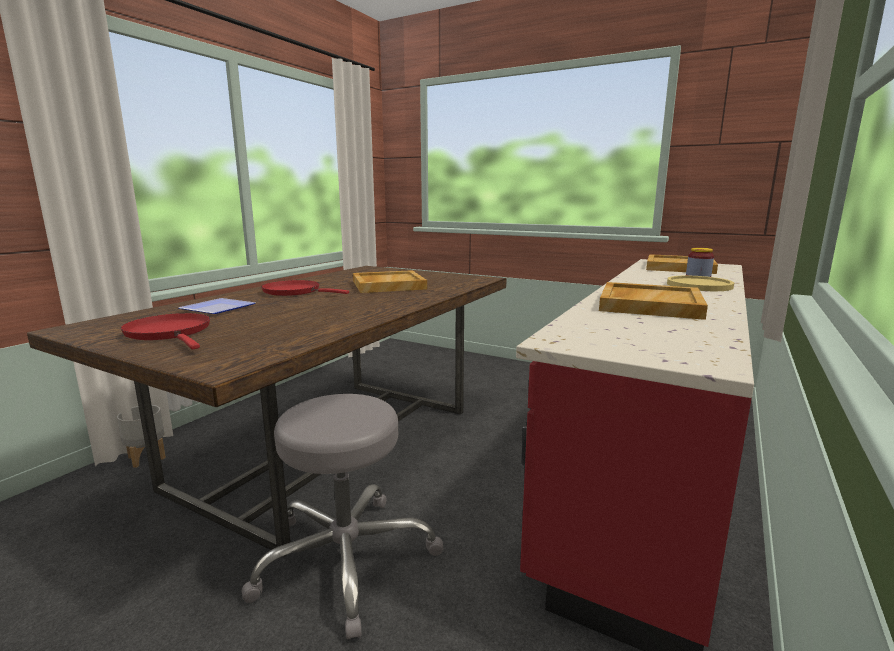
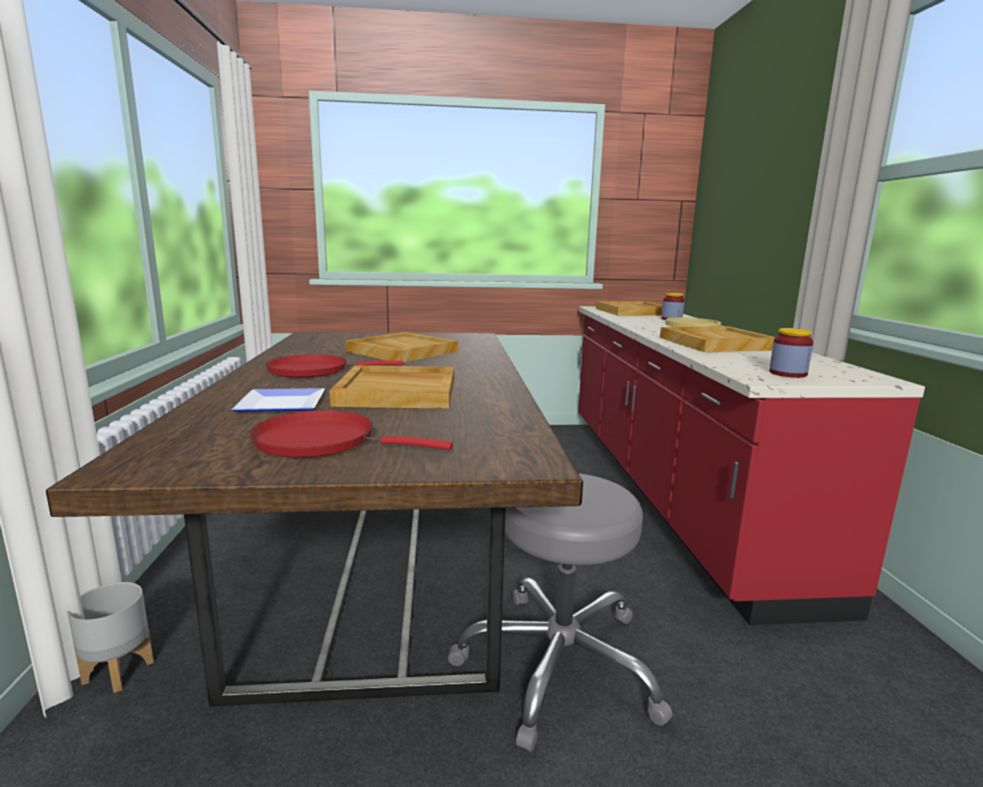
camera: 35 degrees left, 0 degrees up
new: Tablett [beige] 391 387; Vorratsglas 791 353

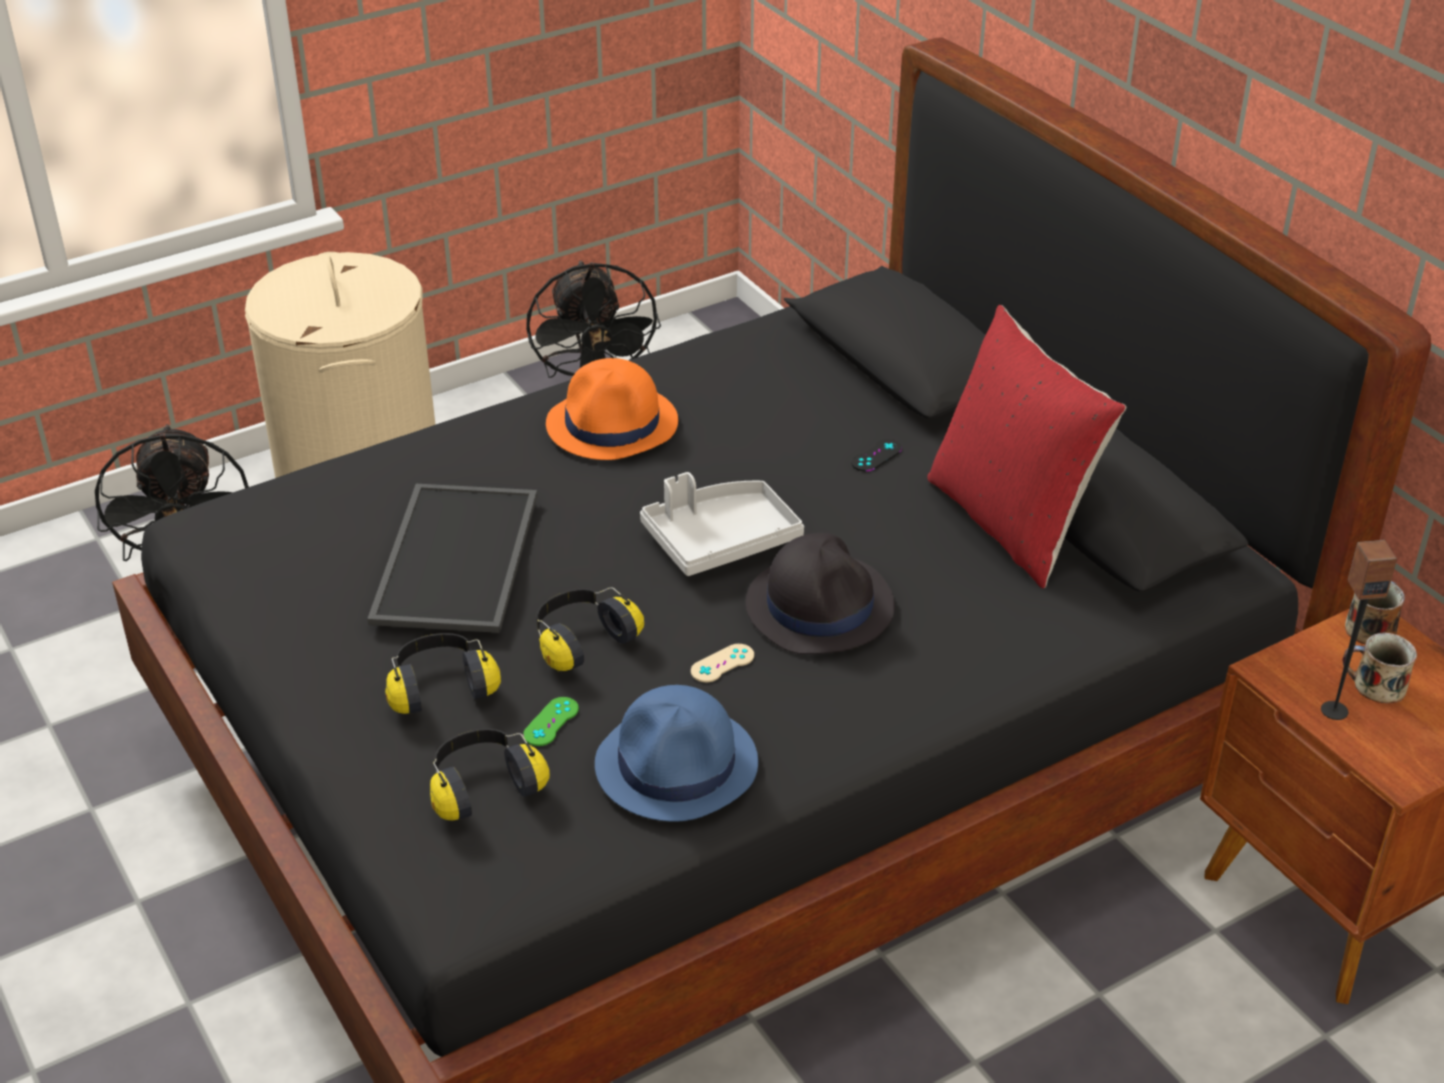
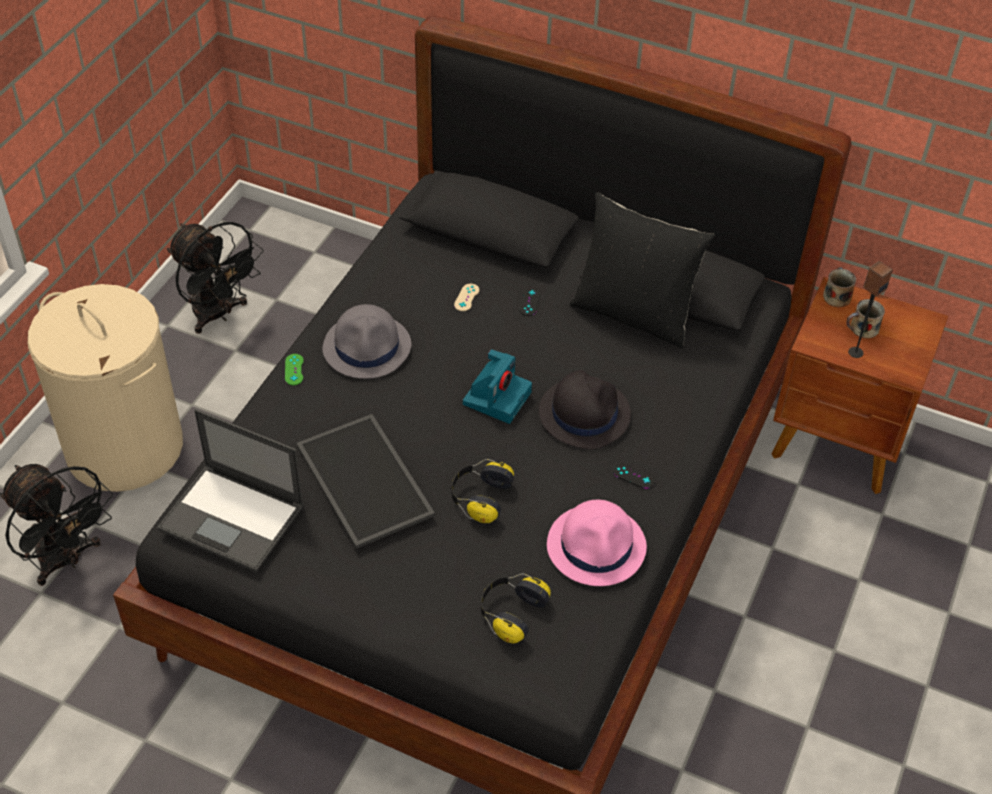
camera: 35 degrees left, 10 degrees up
gone: Kopfhörer 443 673
new: Laptop 230 490; Gamepad [schwarz] 634 476
shifted: Gamepad [grün] 551 721 to 294 369; Gamepad [beige] 722 663 to 466 297
swapped: Tablett [grau] 722 524 to Kamera 497 386
repainted: Hut [orange] 612 409 to Hut [grau] 366 341; Hut [blau] 676 753 to Hut [rosa] 597 542; Kissen [rot] 1026 446 to Kissen [schwarz] 642 270

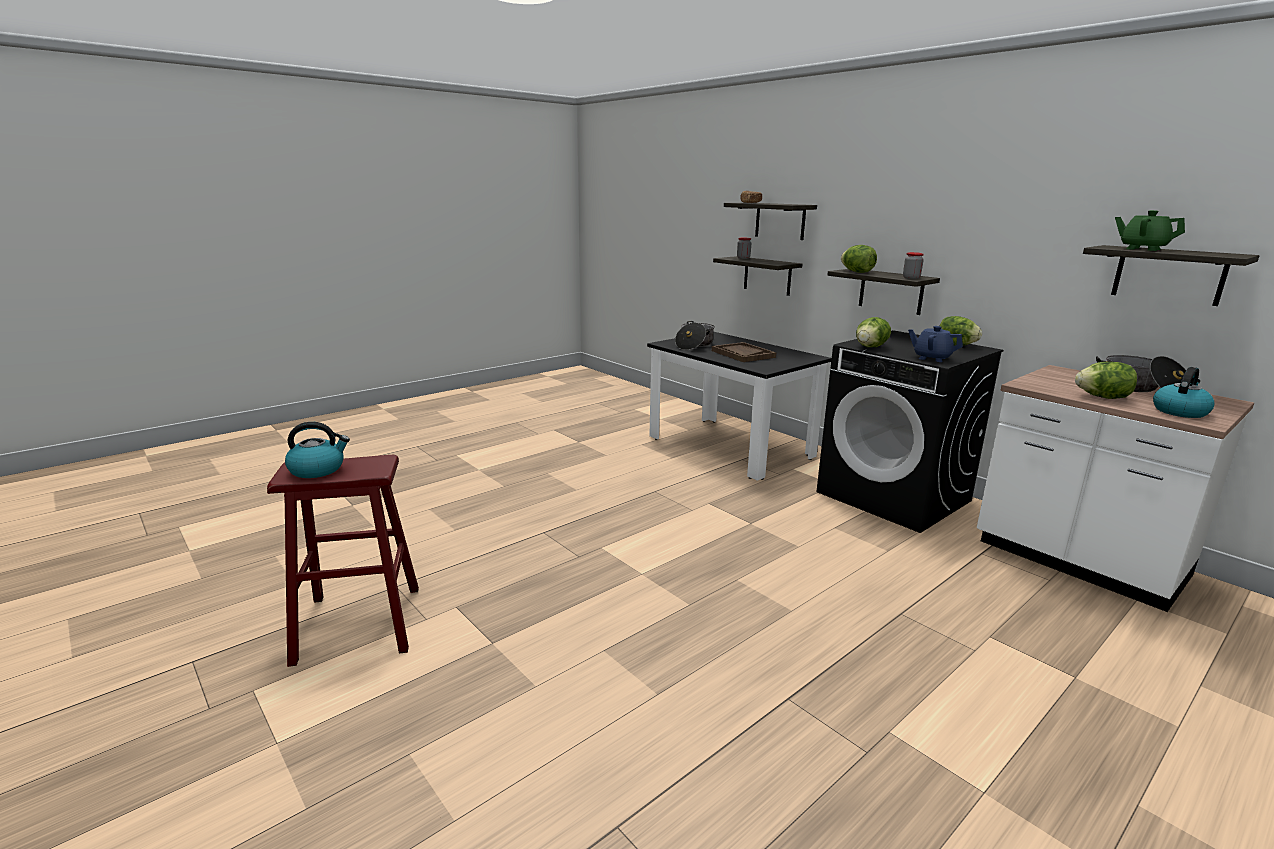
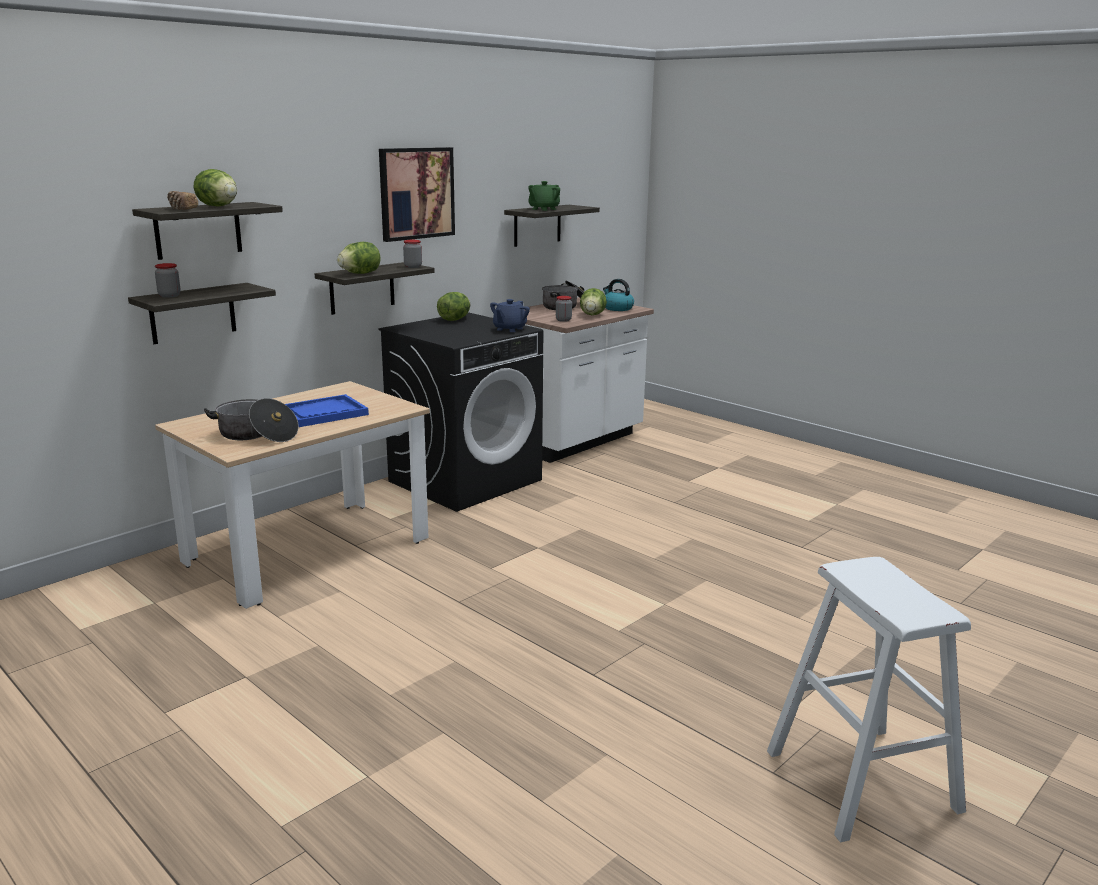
camera: 95 degrees left, 0 degrees up
gone: Wasserkessel 317 450
new: Bild 417 194; Vorratsglas 564 309
shifted: Salatkopf 873 332 to 215 188
repainted: Esstisch [schwarz] 739 406 to Esstisch [beige] 292 495; Tablett [braun] 744 352 to Tablett [blau] 327 410; Hocker [rot] 343 561 to Hocker [weiß] 869 700

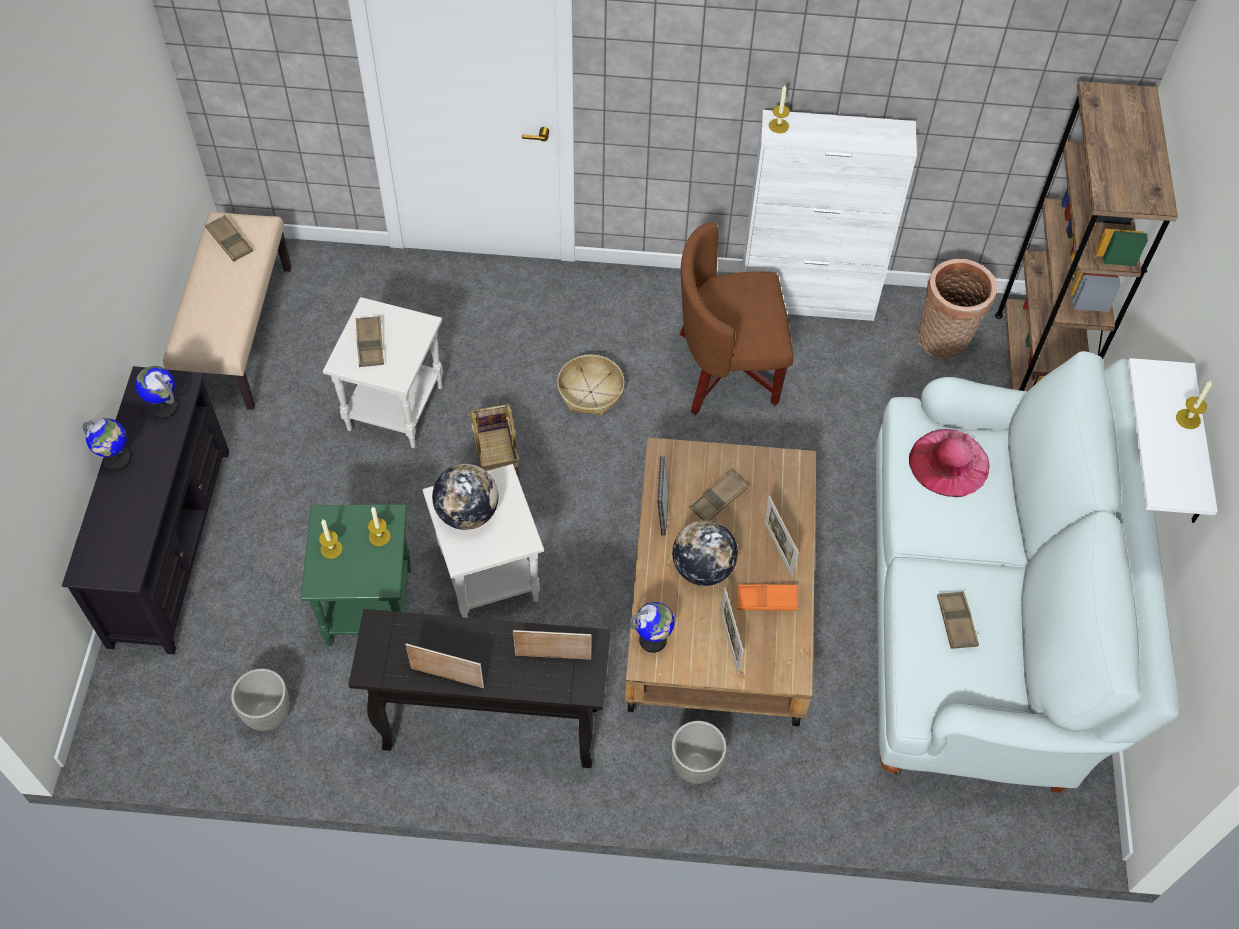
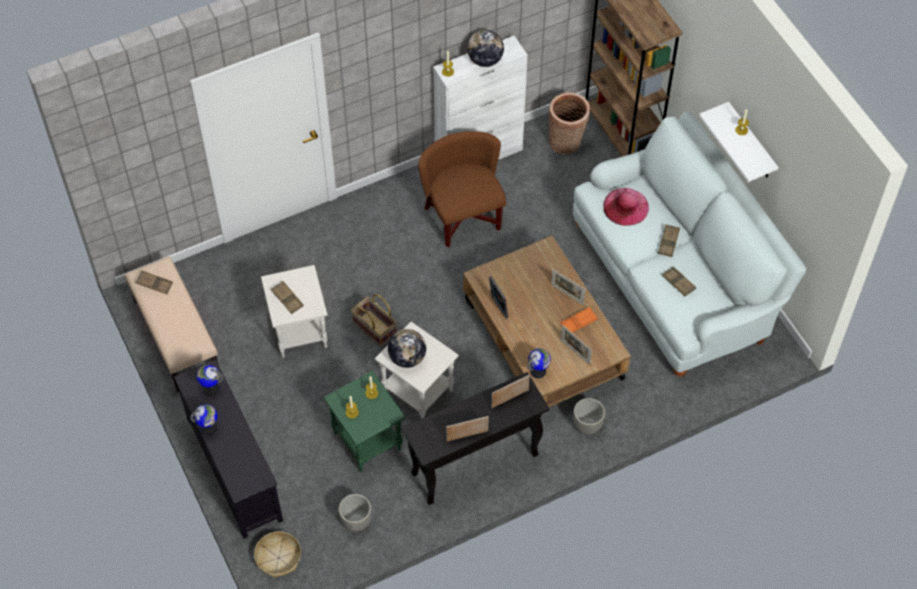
camera: 30 degrees left, 0 degrees up
shifted: Korb 591 385 to 277 554; Globus 705 553 to 485 48; Tablett [braun] 718 495 to 669 240
rotated: Sessel [braun] 736 318 = 462 189 105 degrees clockwise

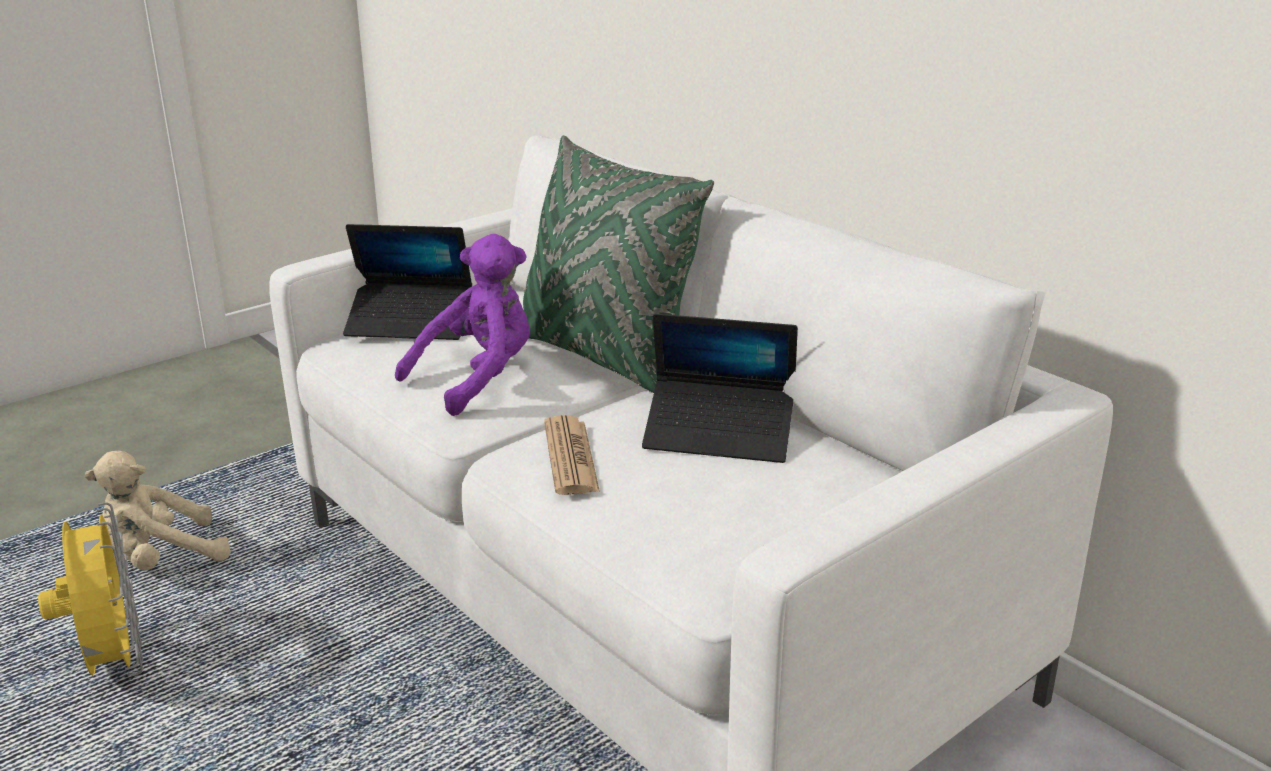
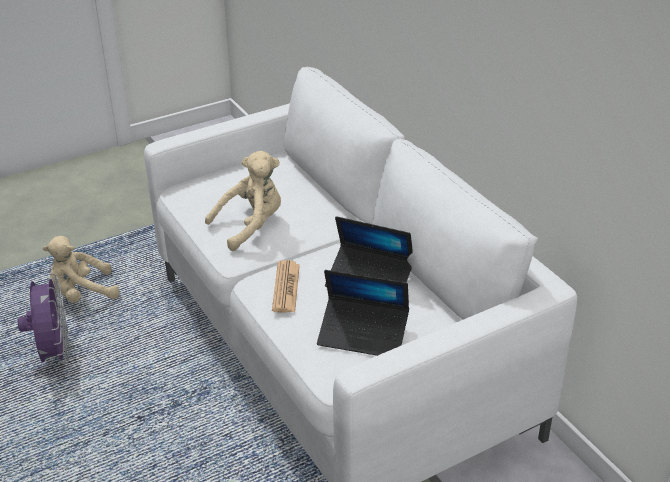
camera: 10 degrees right, 10 degrees up
gone: Kissen [grün] 618 264
shifted: Laptop 407 282 to 363 313
repainted: Ventilator [gelb] 90 589 to Ventilator [lila] 44 318; Plüschtier [lila] 462 325 to Plüschtier [beige] 243 201

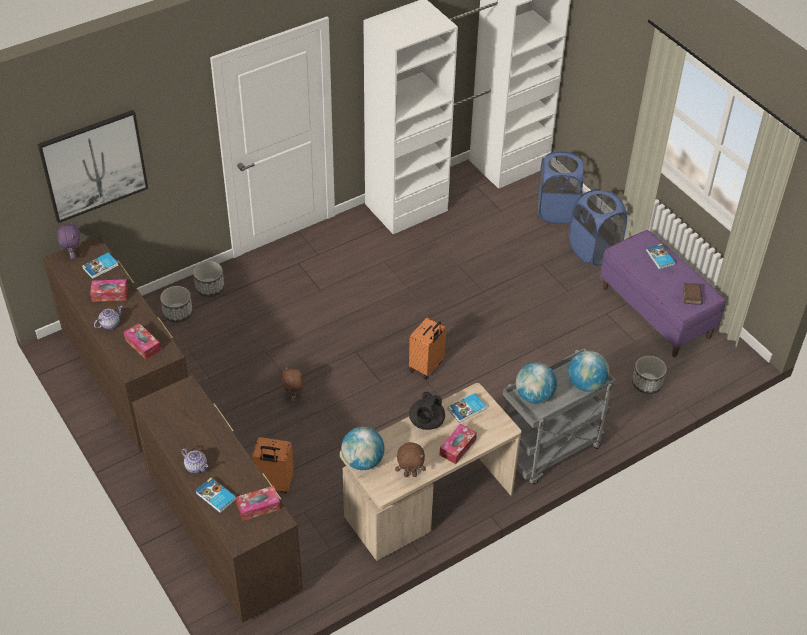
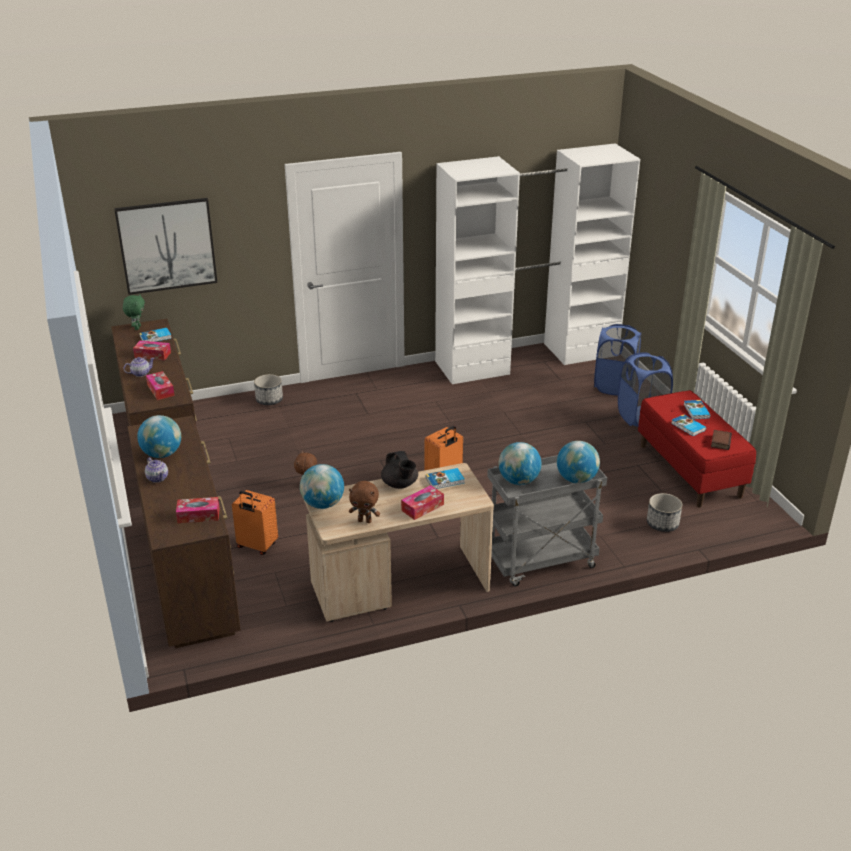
camera: 15 degrees right, 15 degrees down
gone: Pflanzkübel 176 304
new: Globus 159 436
shifted: Buch 215 495 to 688 425
repainted: Plüschtier [lila] 68 240 to Plüschtier [grün] 134 312; Bank [lila] 663 293 to Bank [rot] 697 449
rotated: Teekanne [schwarz] 427 411 = 399 470 60 degrees counterclockwise

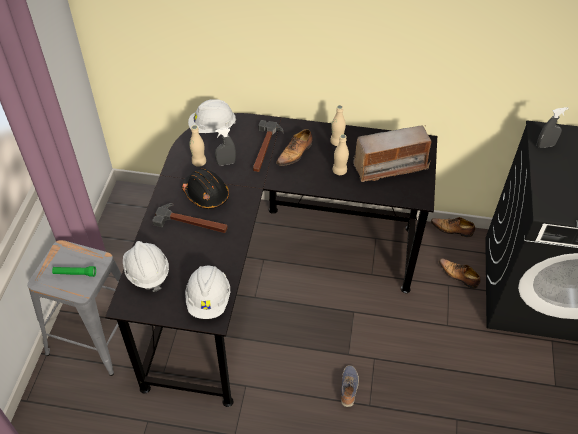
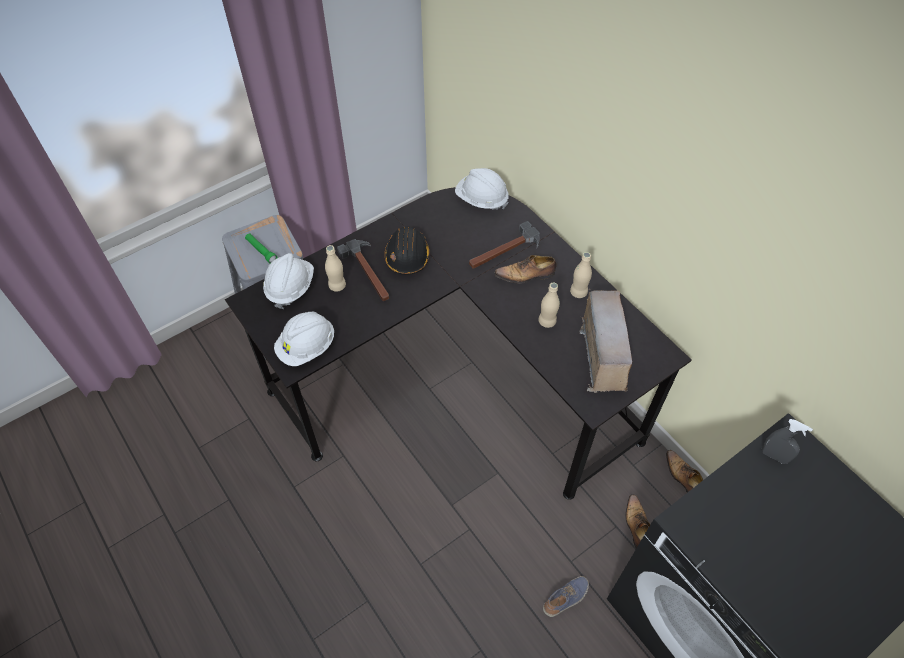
camera: 45 degrees right, 5 degrees up
gone: Sprühflasche [grau] 225 147
shifted: Flasche [beige] 197 146 to 335 268; Schuh 350 386 to 566 596
rotated: Radio 392 154 = 605 340 120 degrees counterclockwise

